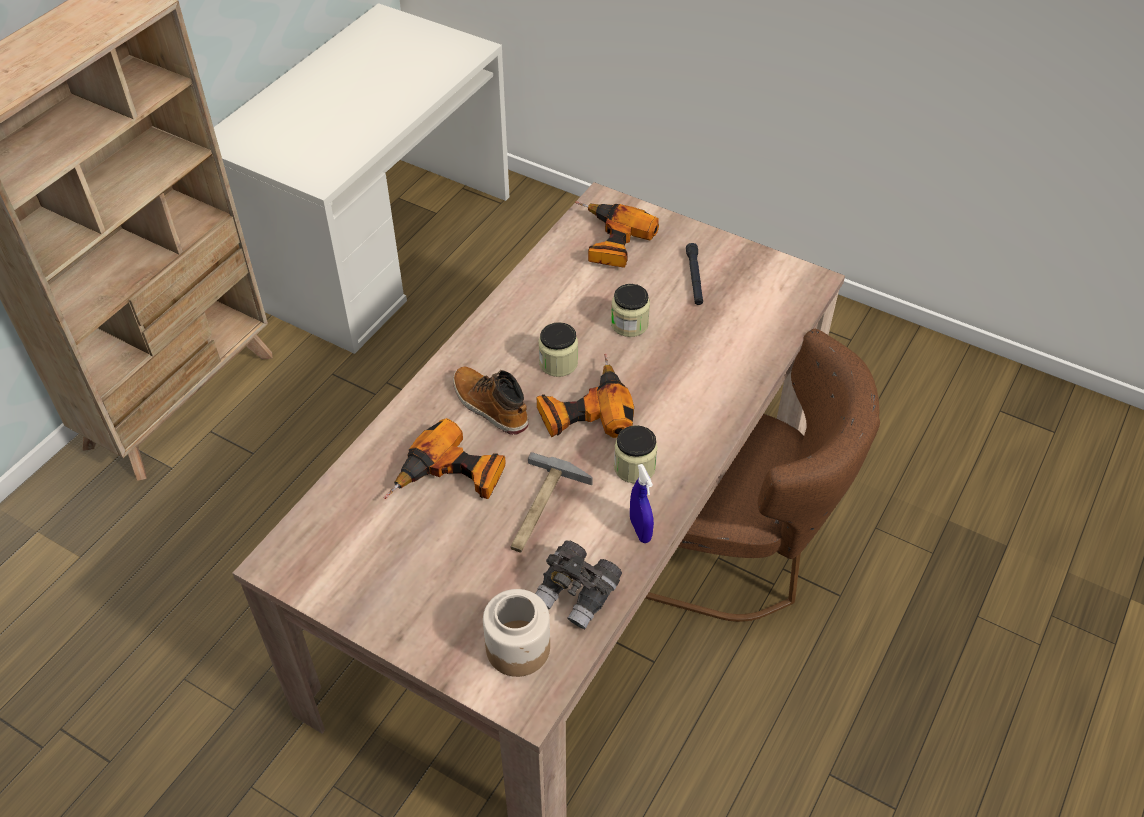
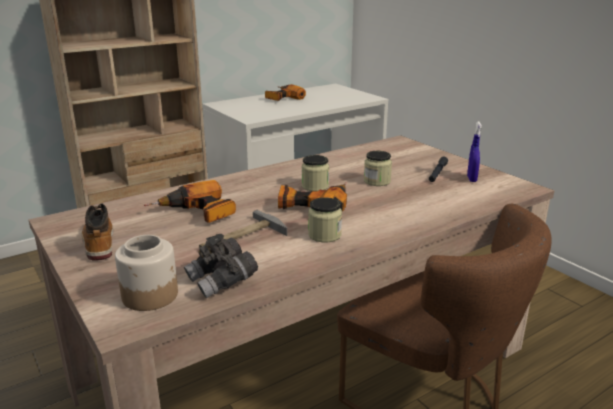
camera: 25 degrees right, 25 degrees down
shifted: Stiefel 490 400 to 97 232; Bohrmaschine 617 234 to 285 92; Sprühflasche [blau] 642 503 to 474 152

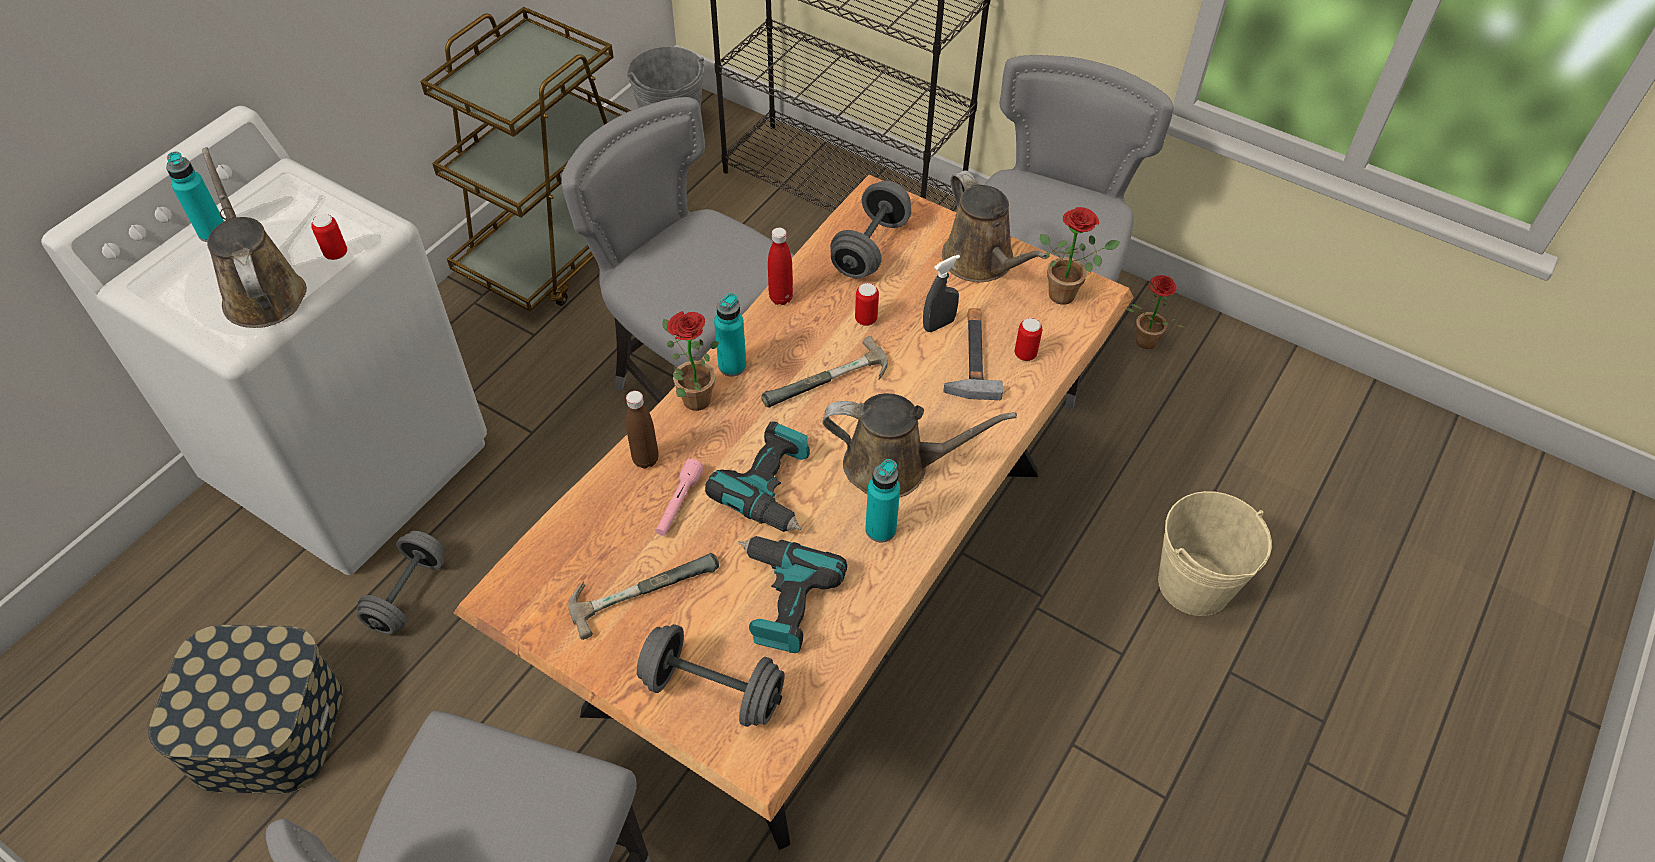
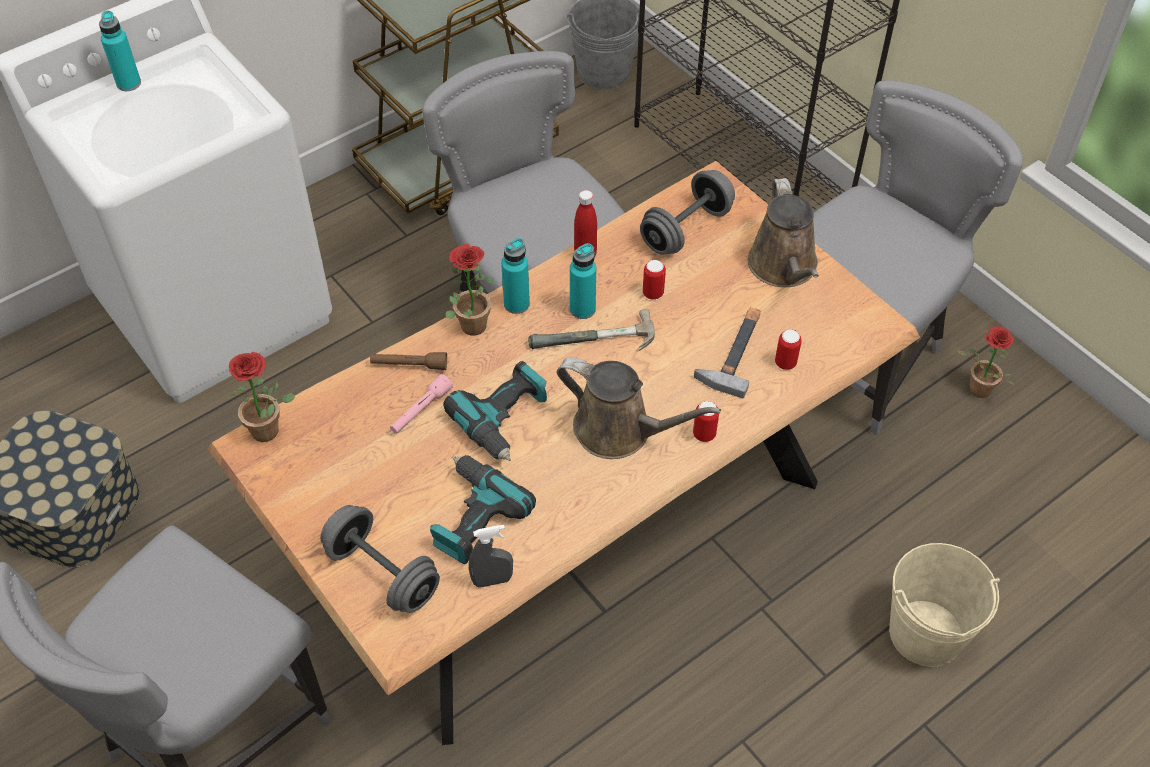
camera: 20 degrees right, 0 degrees up
gone: Gießkanne [braun] 254 237; Hantel [grau] 401 583; Hammer 643 596
shifted: Topfpflanze 1080 256 to 260 397; Sprühflasche [grau] 941 293 to 491 556; Flasche [türkis] 882 500 to 583 281; Dose 329 237 to 706 421
swapped: Flasche [braun] 642 430 to Taschenlampe [braun] 408 361

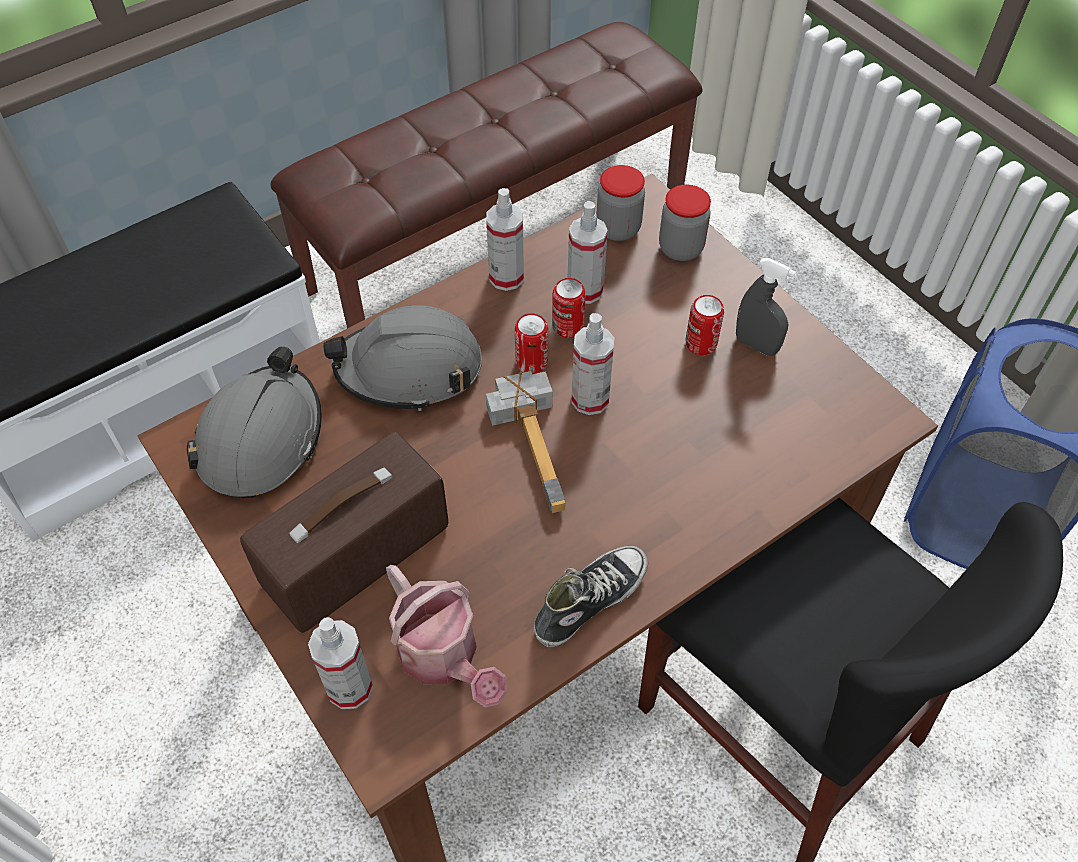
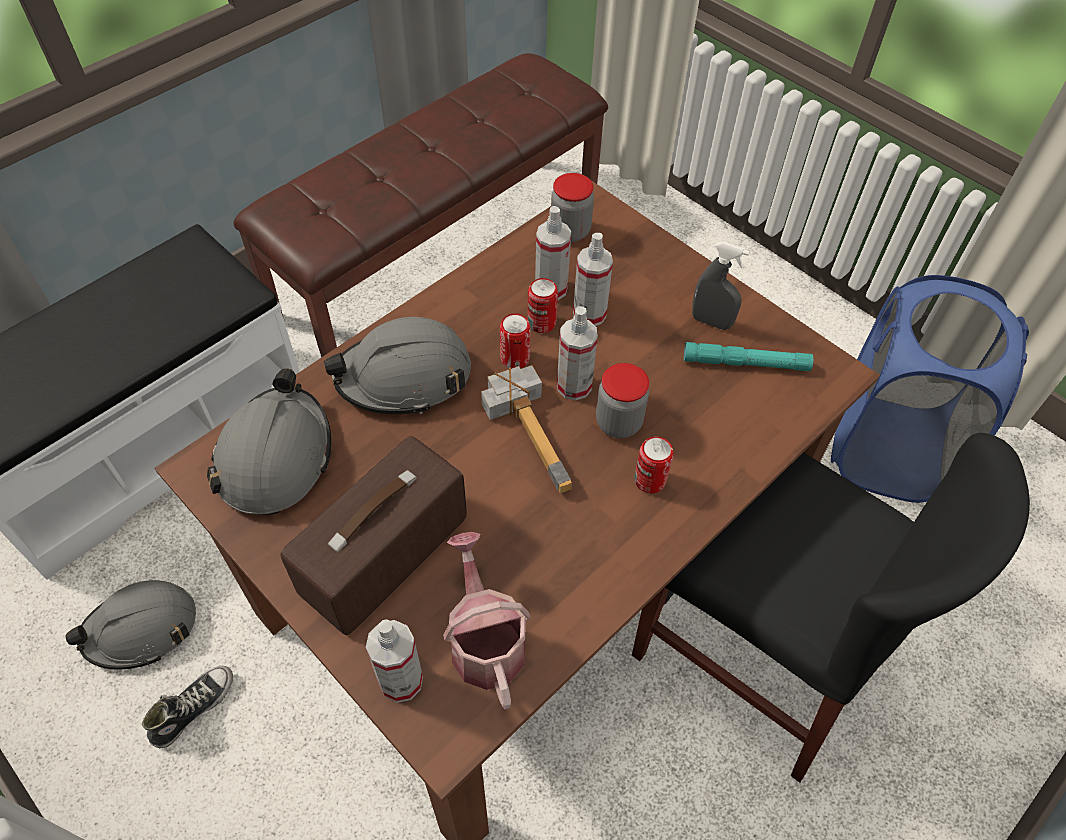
camera: 10 degrees left, 0 degrees up
new: Schutzhelm [grau] 130 625; Taschenlampe [türkis] 748 356
shifted: Schuh 591 596 to 187 707; Sprühflasche 505 239 to 593 279; Vorratsglas 685 223 to 622 400; Dose 705 325 to 654 464
rotated: Gießkanne 446 636 = 486 620 150 degrees counterclockwise

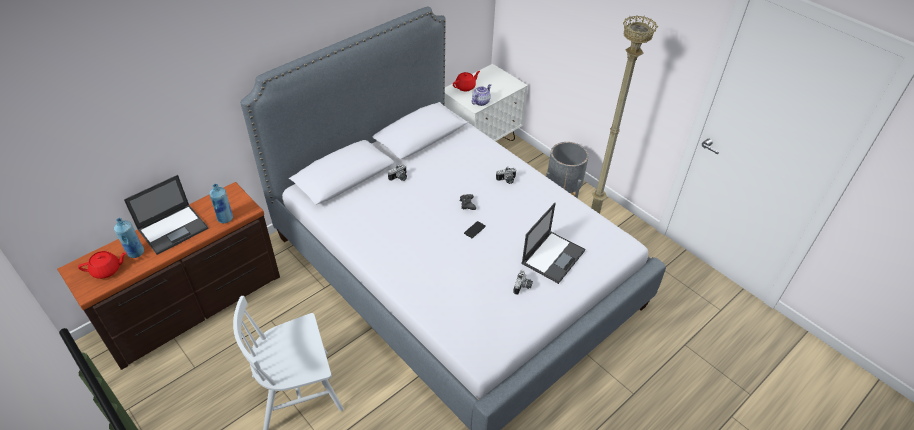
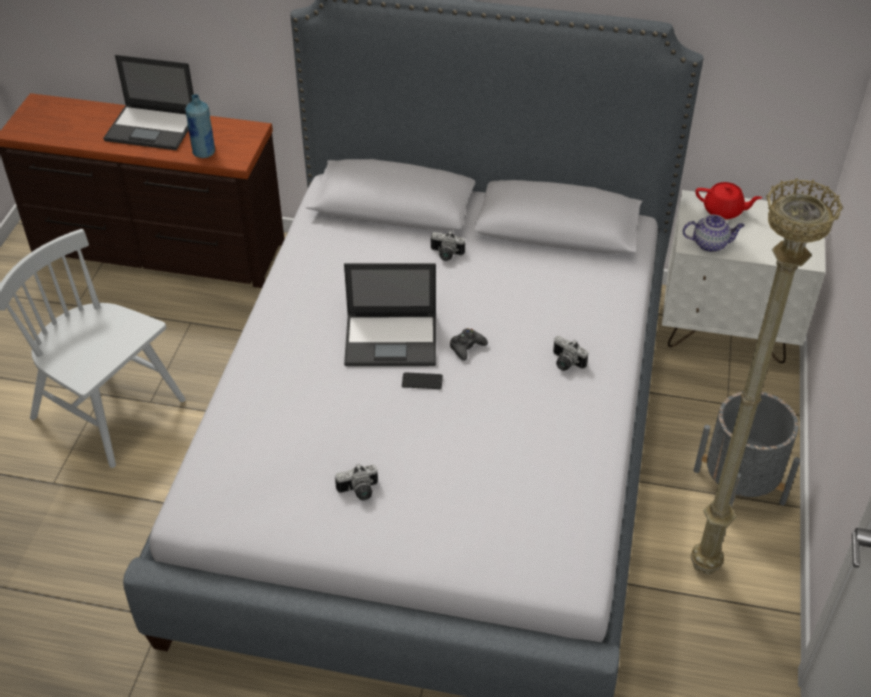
camera: 55 degrees right, 0 degrees up
gone: Teekanne [rot] 102 265; Flasche [blau] 129 238
shifted: Laptop 553 243 to 390 314

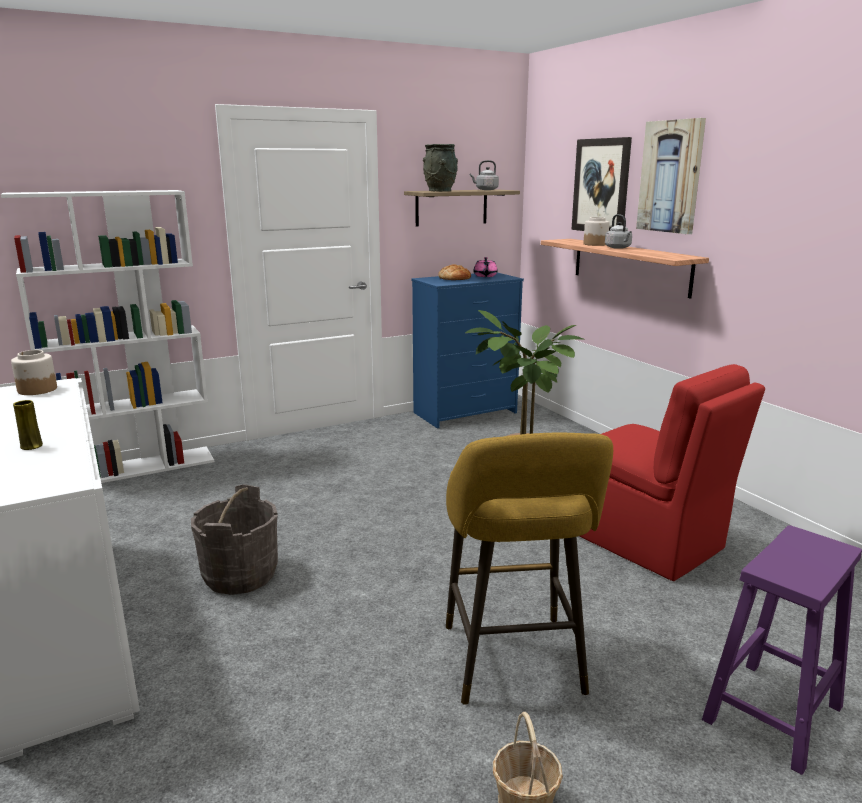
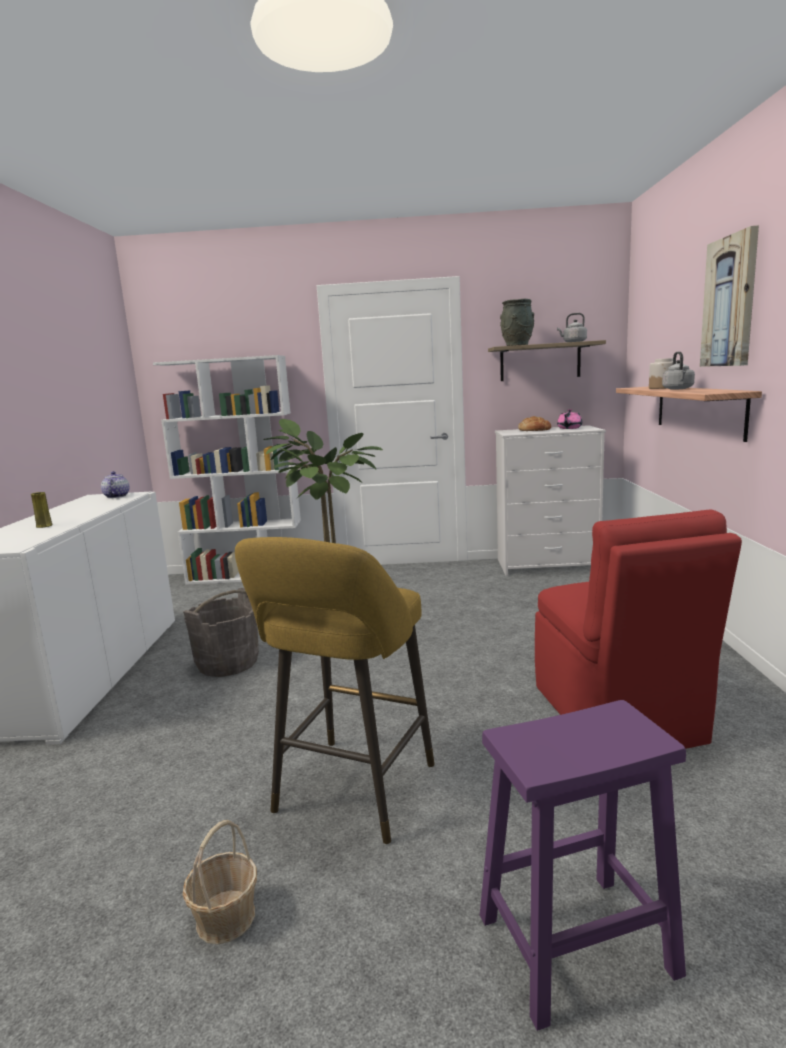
camera: 30 degrees right, 5 degrees down
gone: Bild 601 184
swapped: Vorratsglas 34 372 to Teekanne 115 484
repainted: Kommode [blau] 467 351 to Kommode [weiß] 550 500

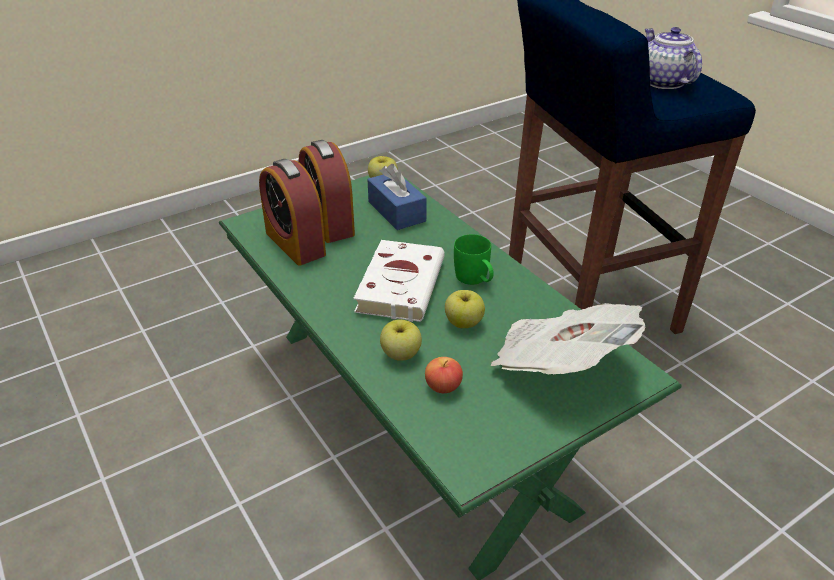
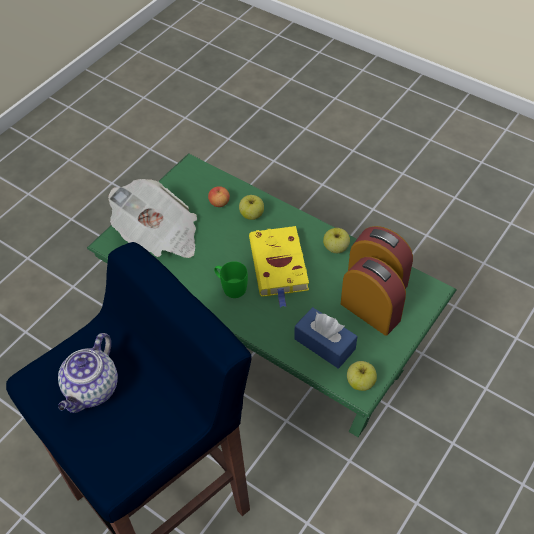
camera: 160 degrees right, 15 degrees up
shifted: Apfel 465 309 to 336 240
repainted: Buch [weiß] 399 281 to Buch [gelb] 279 267
rotated: Teekanne 673 58 = 88 373 60 degrees clockwise

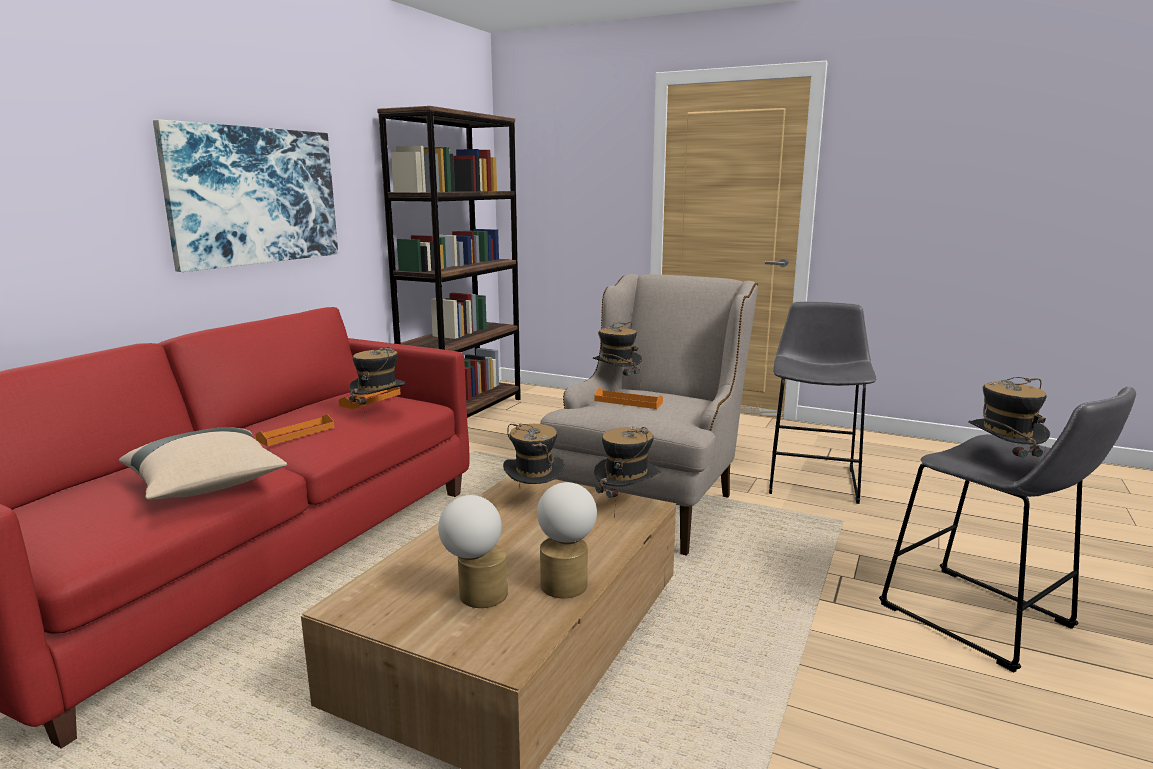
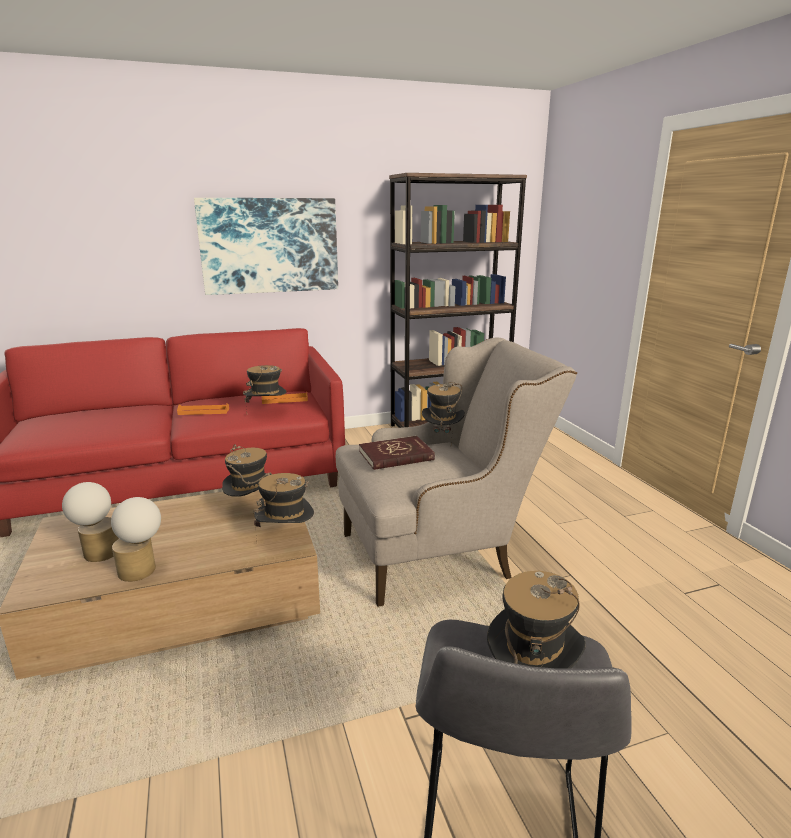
camera: 45 degrees right, 5 degrees up
gone: Kissen [beige] 203 463; Hocker [grau] 822 403
swapped: Tablett [orange] 629 398 to Buch [rot] 397 453

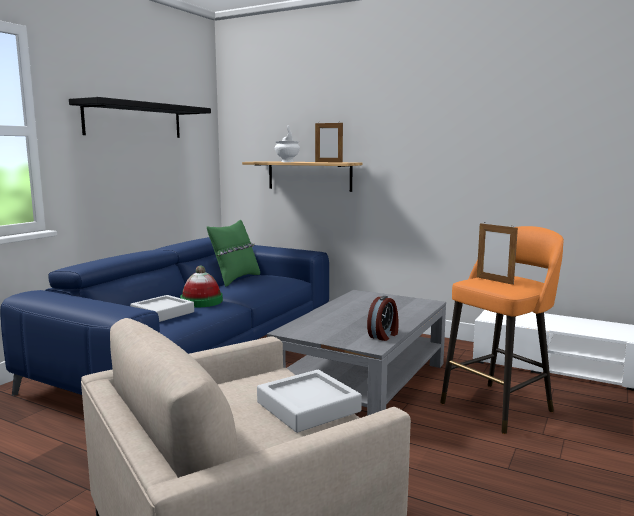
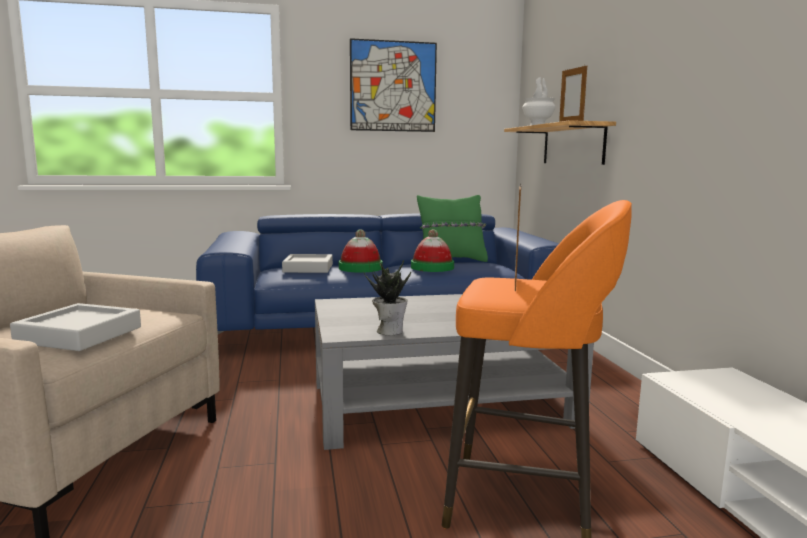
camera: 50 degrees right, 0 degrees up
new: Hut 432 250
swapped: Wandregal [schwarz] 140 117 to Bild 393 85; Wecker 383 318 to Topfpflanze 387 297

